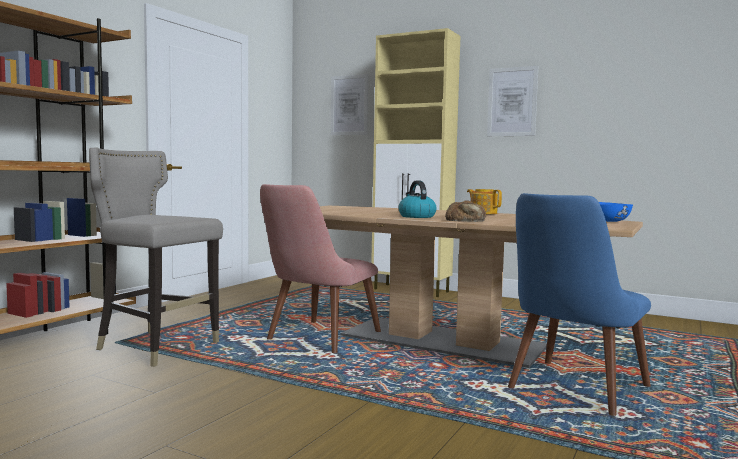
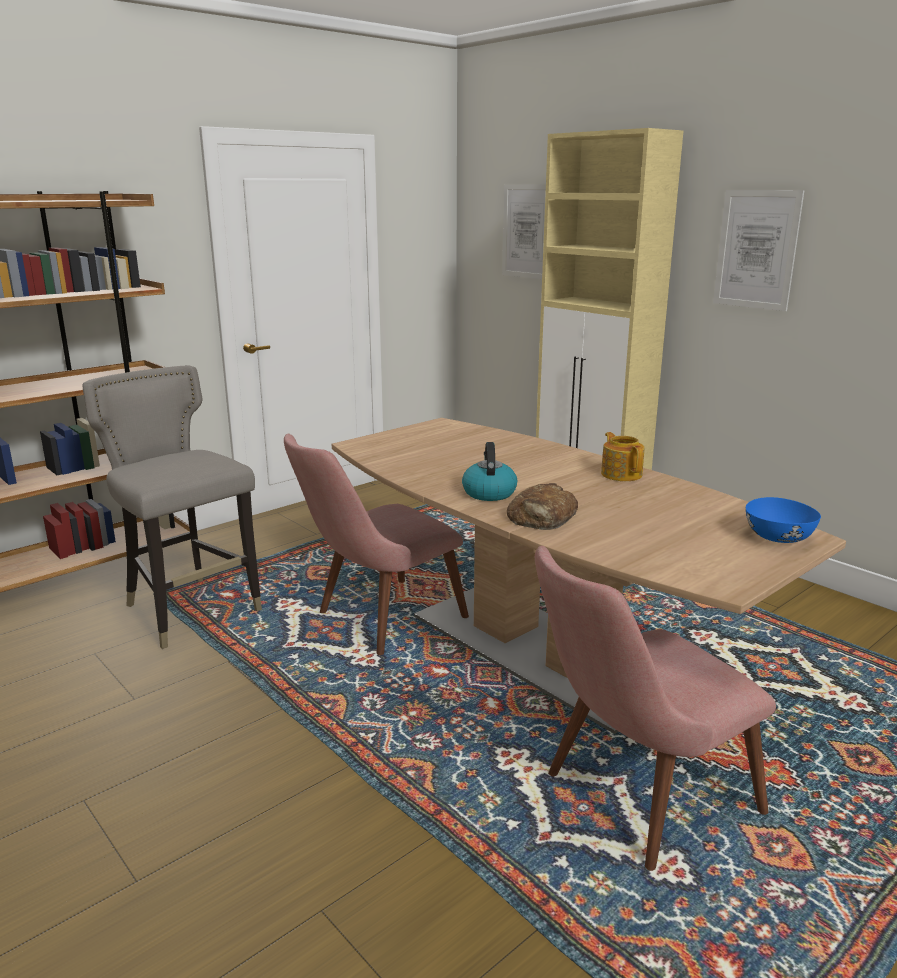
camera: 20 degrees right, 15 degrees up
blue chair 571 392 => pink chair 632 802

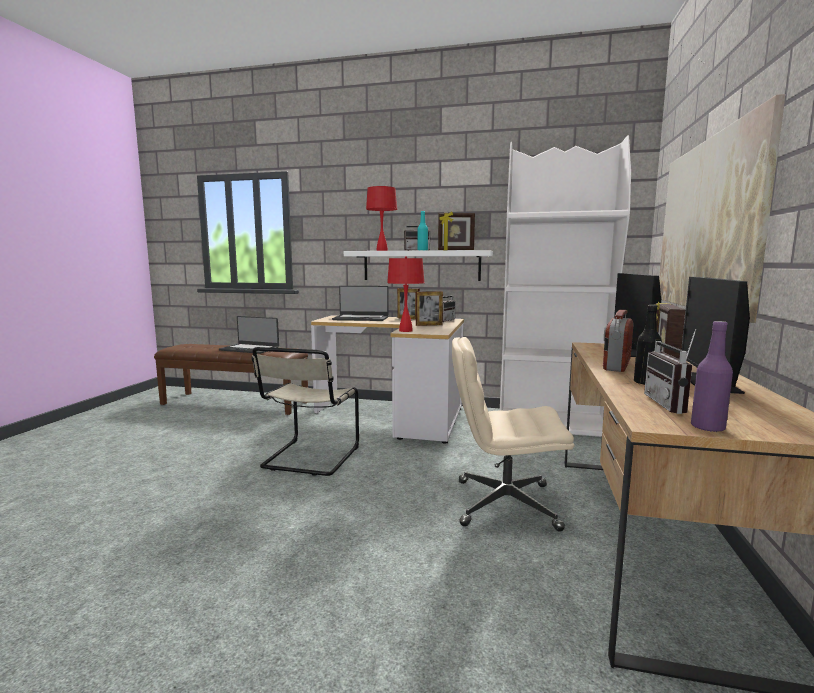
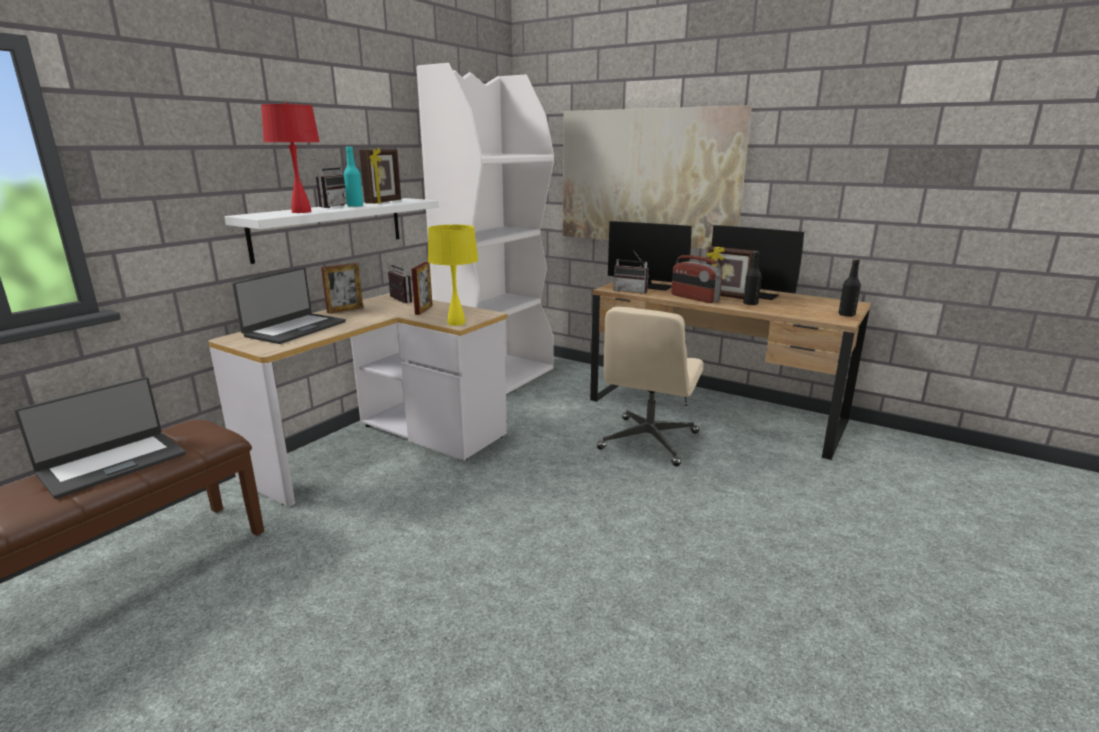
camera: 70 degrees left, 10 degrees up
red table lamp 406 331 => yellow table lamp 456 323
radio 673 405 => radio 632 291, move
purple bottle 707 428 => black bottle 846 315
beige chair 309 458 => nothing

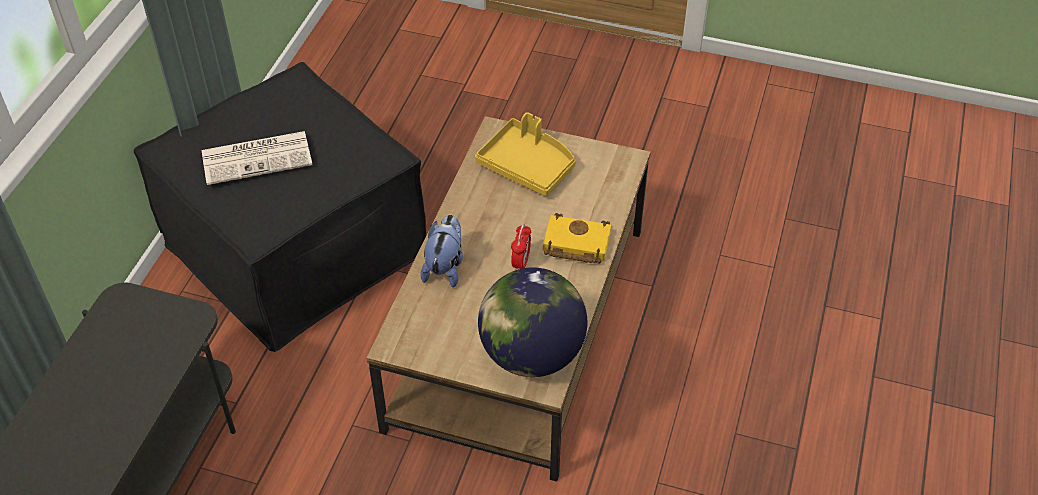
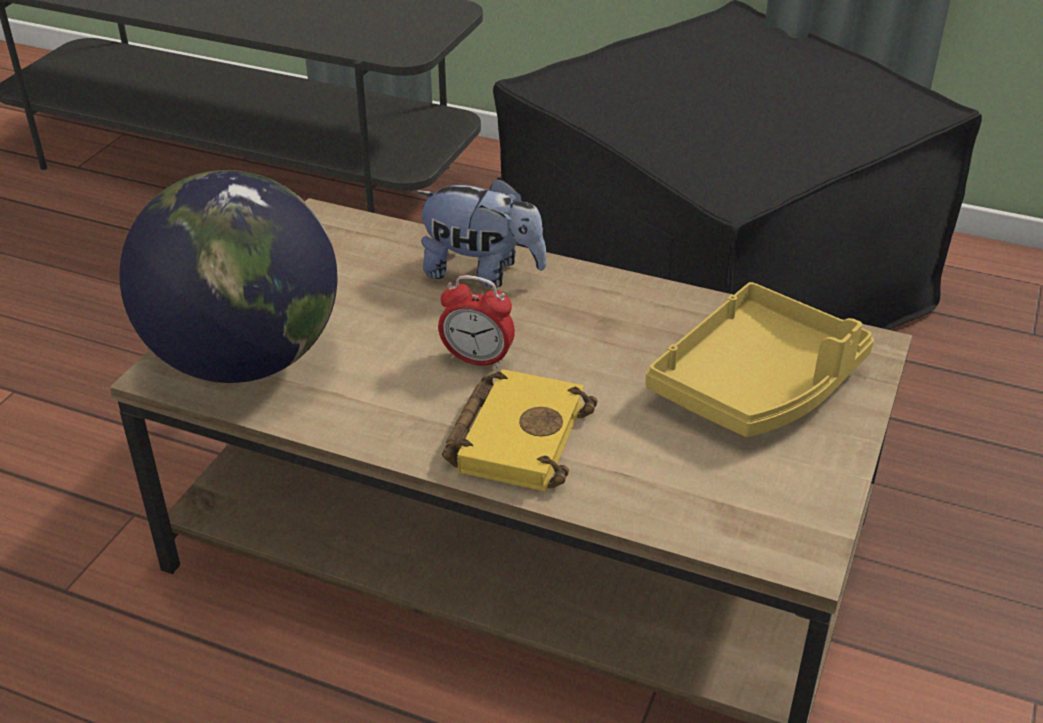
camera: 95 degrees right, 10 degrees down
newspaper 258 157 => nothing

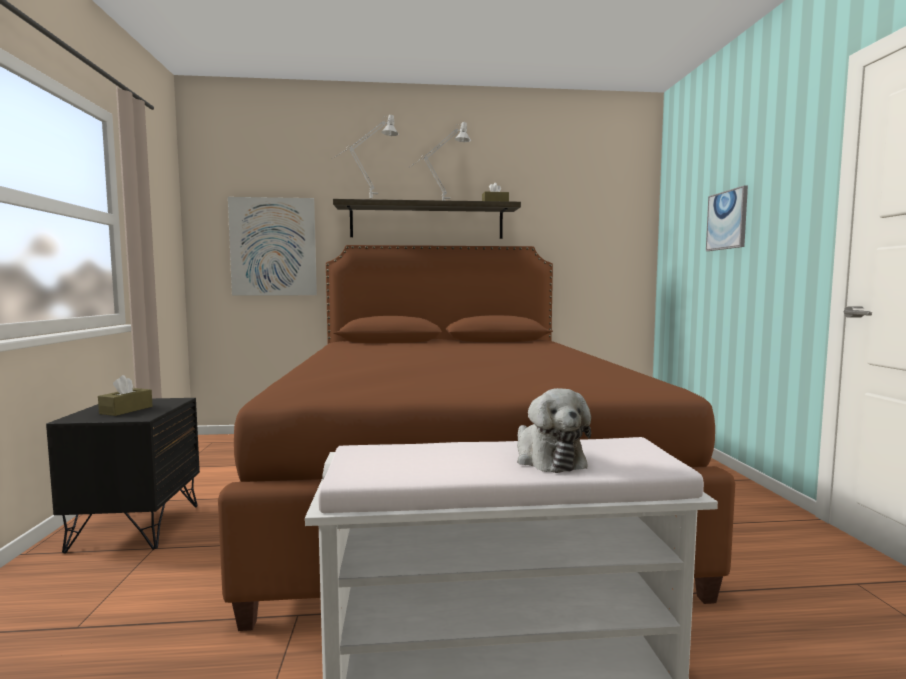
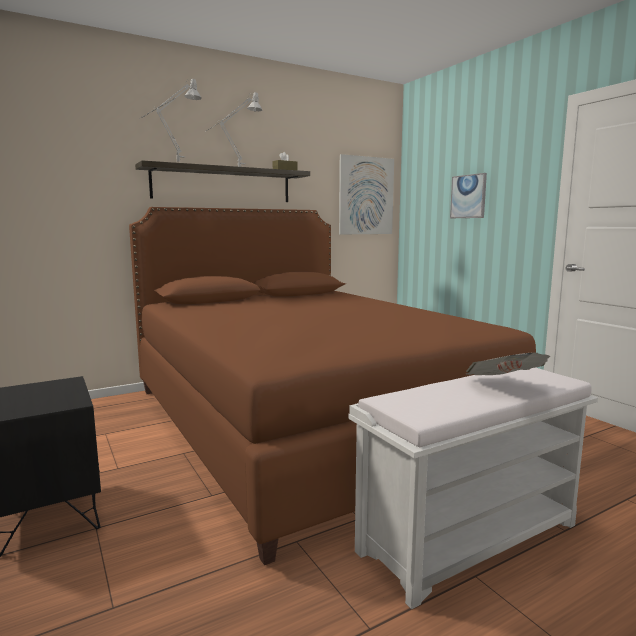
camera: 25 degrees left, 5 degrees up
picture 273 247 => picture 366 196, move
plush toy 547 458 => newspaper 503 386
brown tissue box 126 410 => nothing

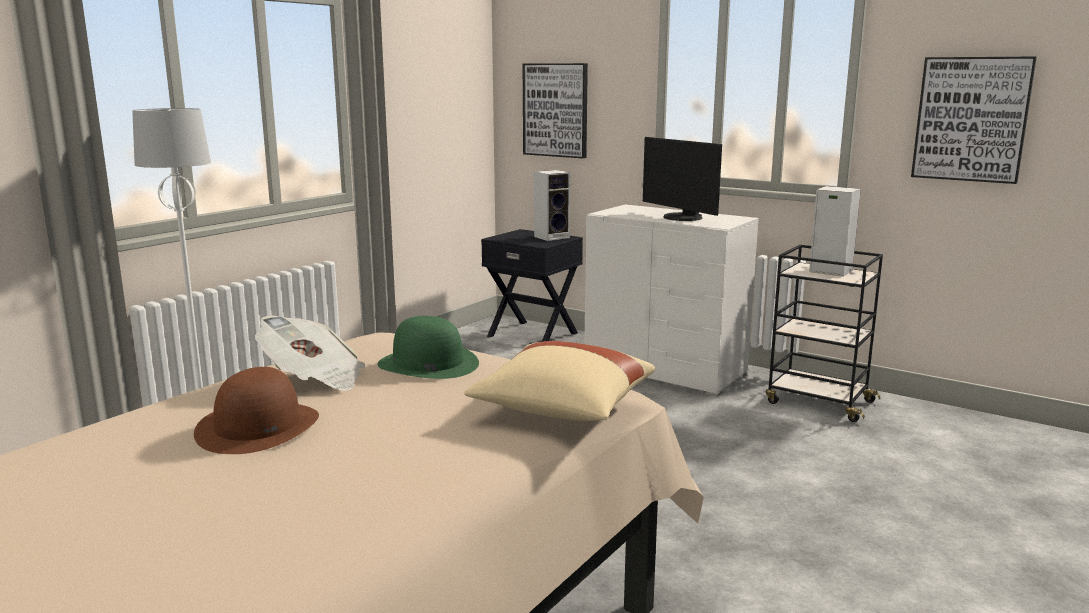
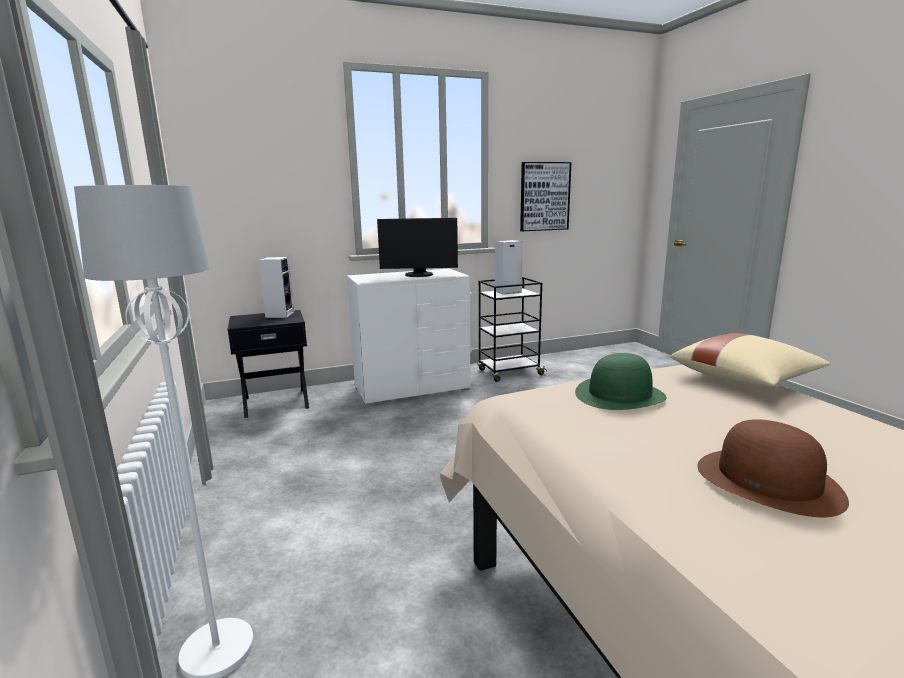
camera: 55 degrees left, 0 degrees up
newspaper 314 379 => nothing
picture 556 110 => nothing

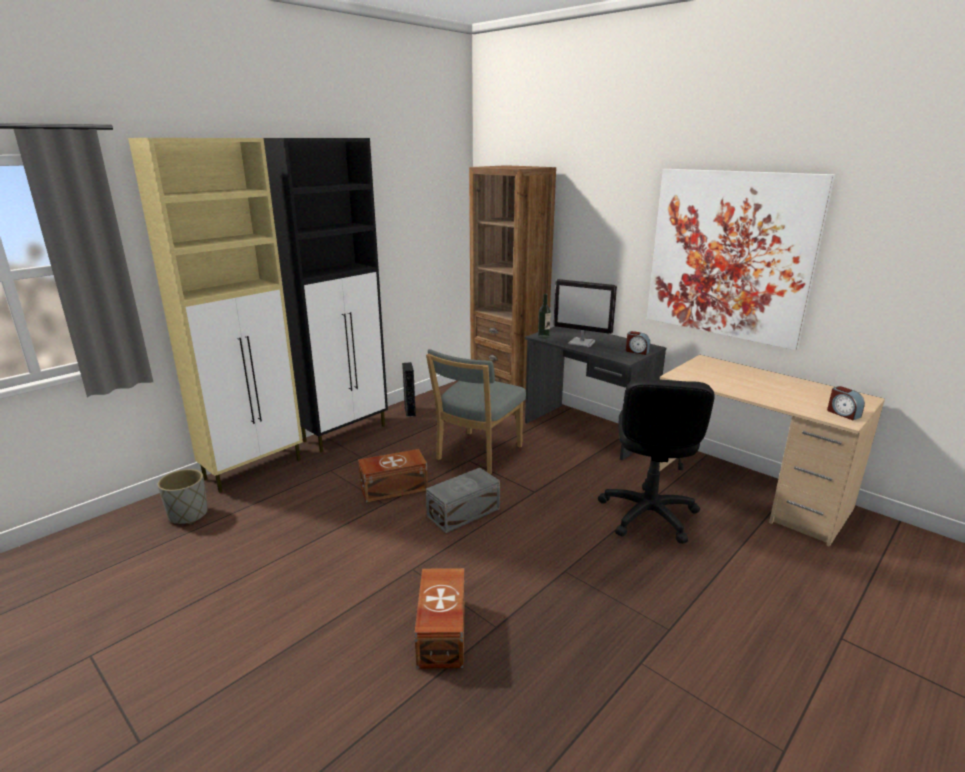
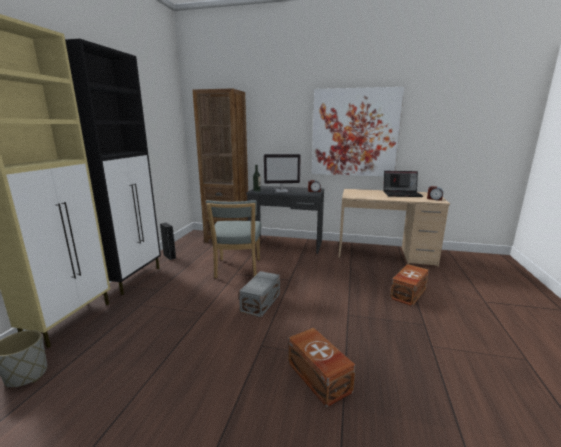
camera: 30 degrees left, 5 degrees down
nothing => laptop 402 194
brown storage box 392 488 => brown storage box 407 293, move
black office chair 648 515 => nothing

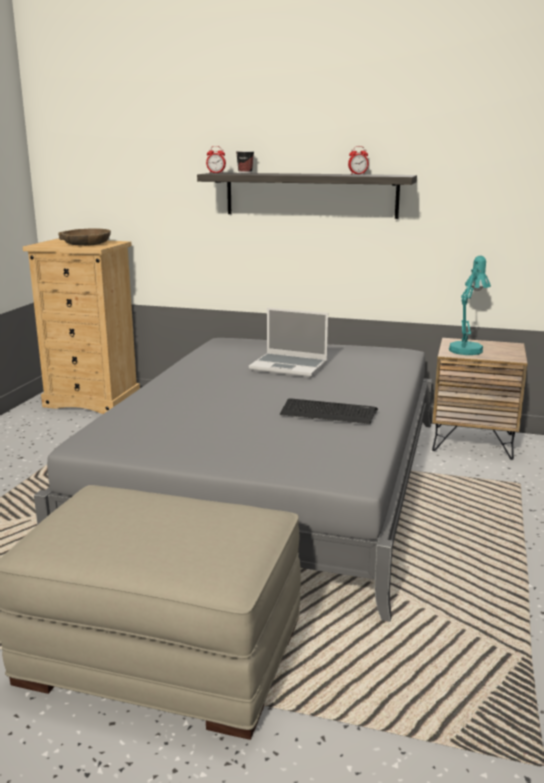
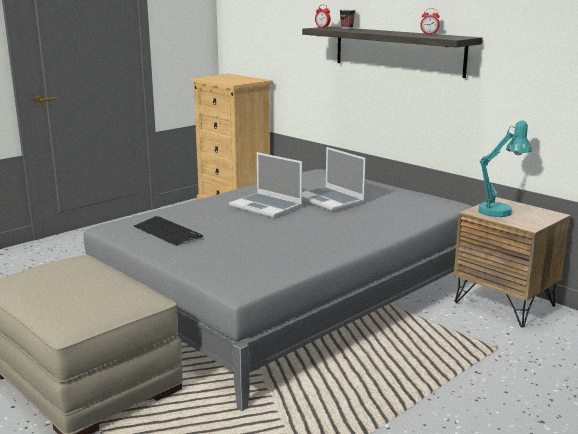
camera: 30 degrees right, 0 degrees up
keyboard 328 413 => keyboard 168 232, move
nothing => laptop 267 206
brown bowl 86 244 => nothing

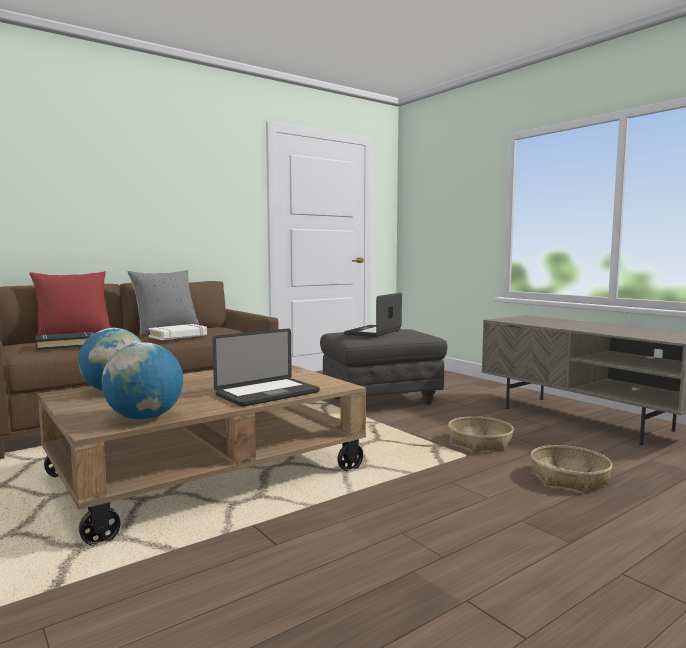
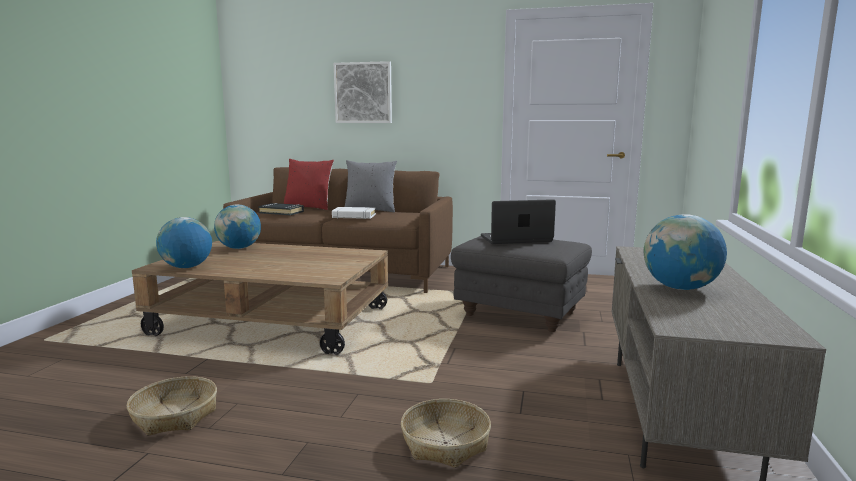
camera: 50 degrees right, 5 degrees up
basket 480 442 => basket 175 415, move
nothing => picture 363 93
nothing => globe 680 288
laptop 267 394 => nothing

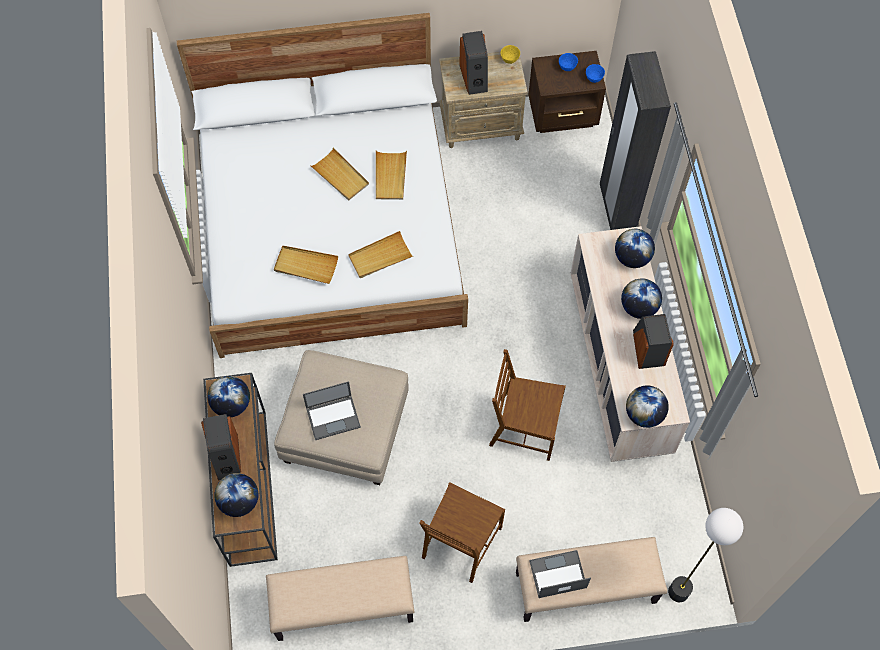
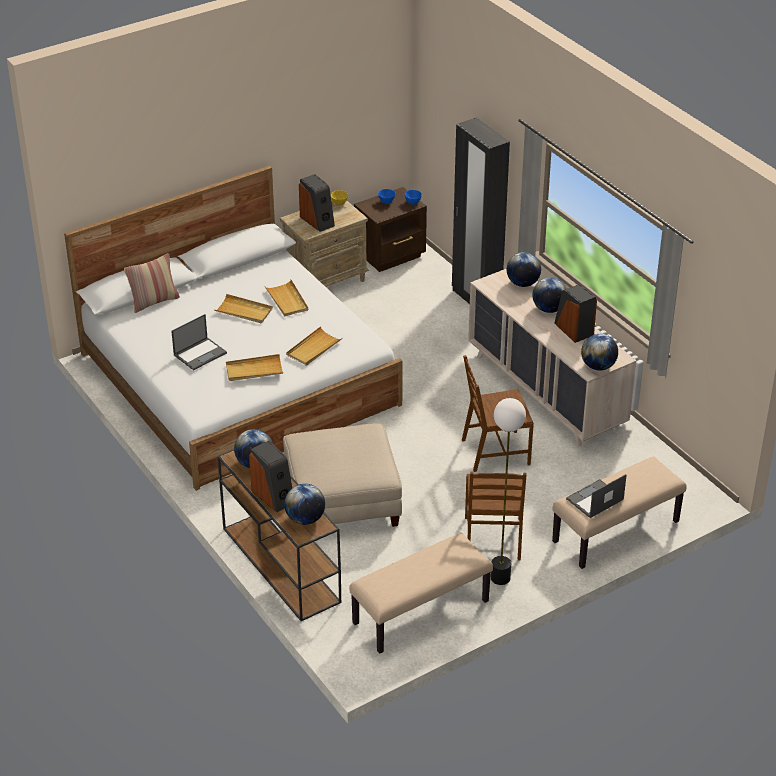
camera: 25 degrees left, 25 degrees down
nothing => pillow 154 302
laptop 333 417 => laptop 200 354, move
floor lamp 678 592 => floor lamp 500 578, move

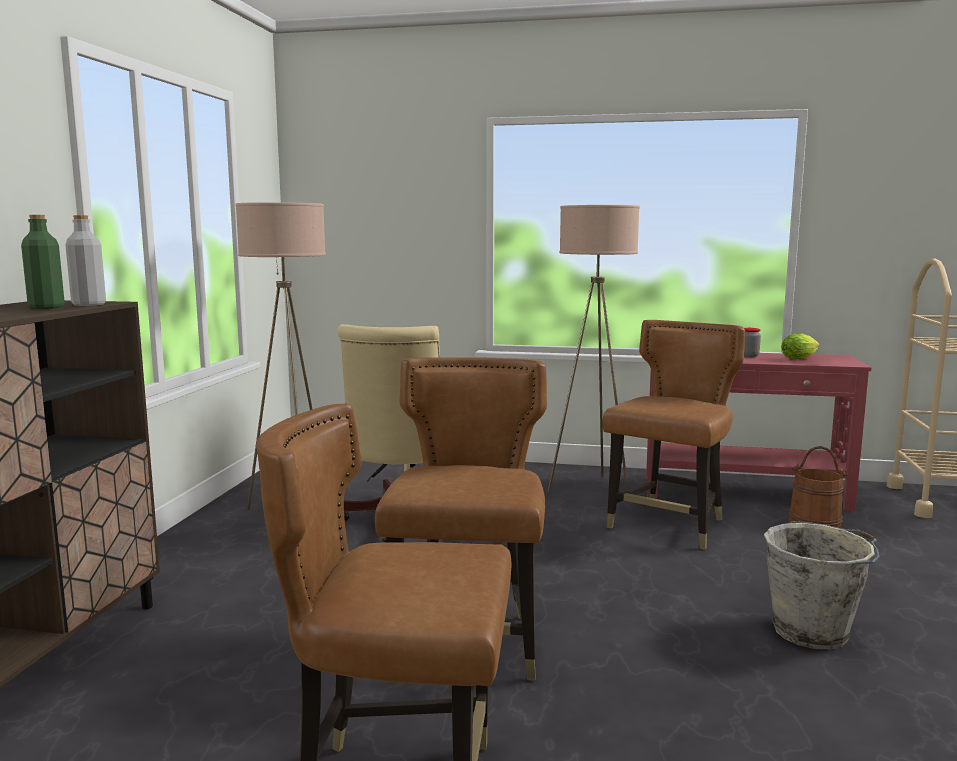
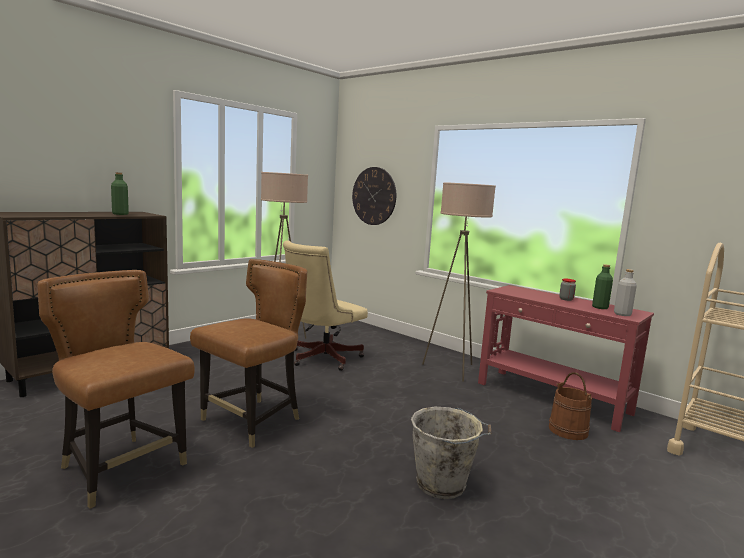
camera: 30 degrees right, 0 degrees up
nothing => wall clock 374 196
lettuce 800 359 => green bottle 600 307
grey bottle 89 304 => grey bottle 622 314, move
brown chair 670 525 => nothing

